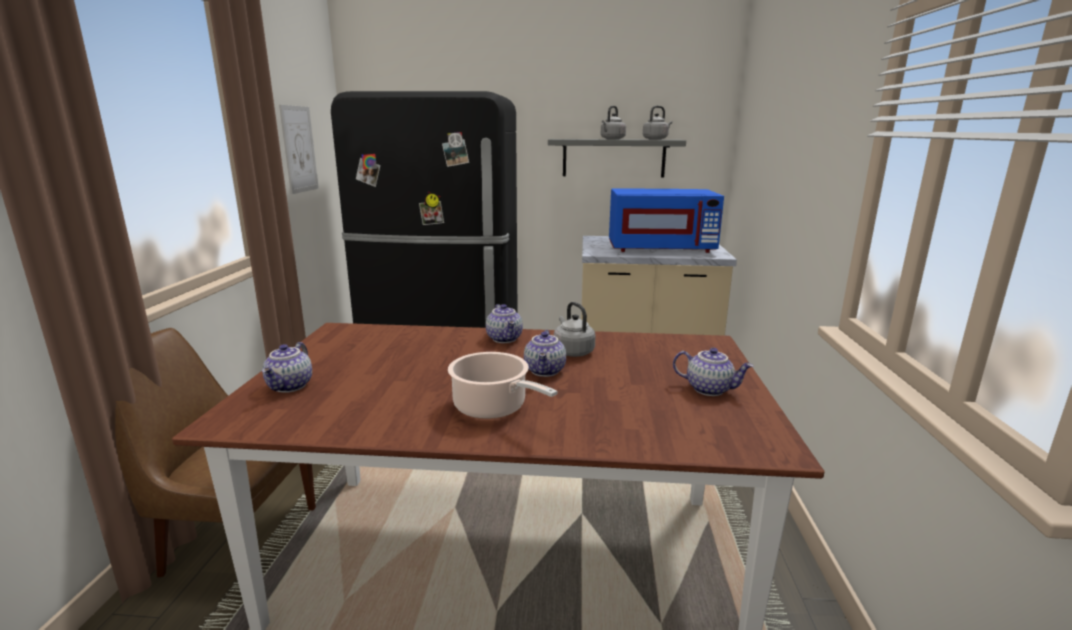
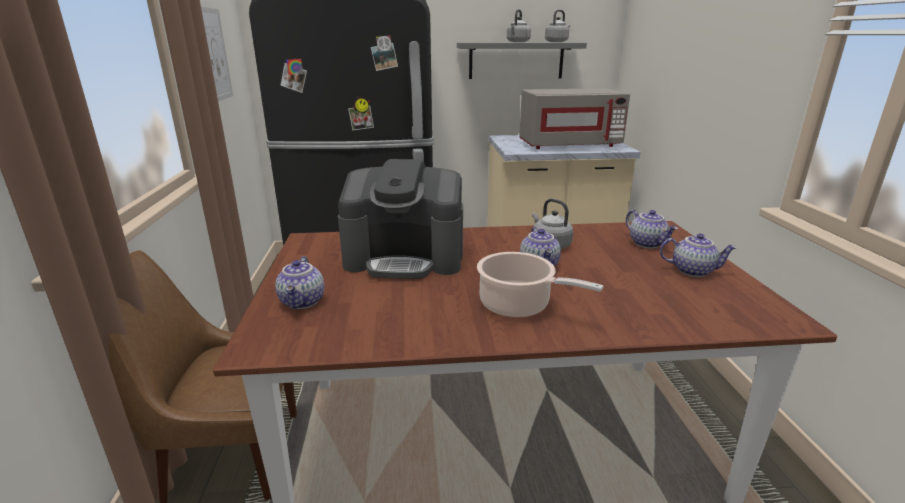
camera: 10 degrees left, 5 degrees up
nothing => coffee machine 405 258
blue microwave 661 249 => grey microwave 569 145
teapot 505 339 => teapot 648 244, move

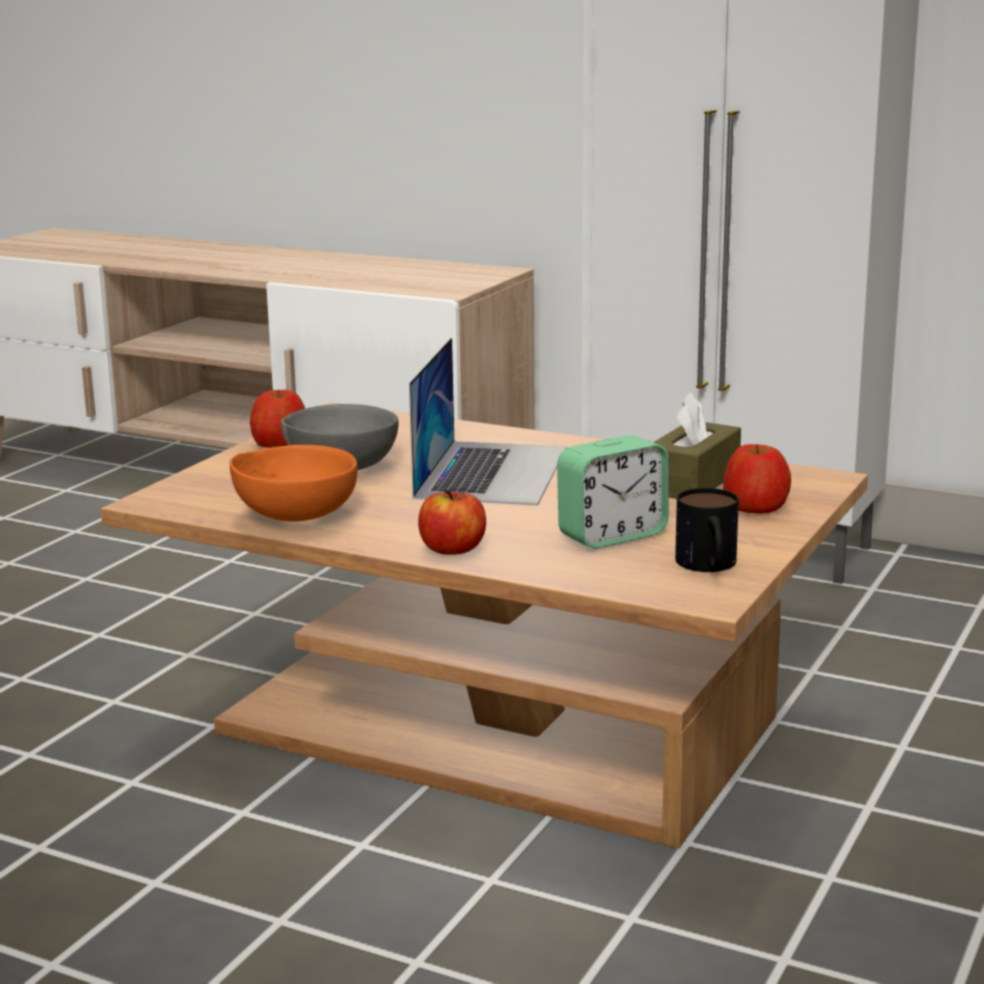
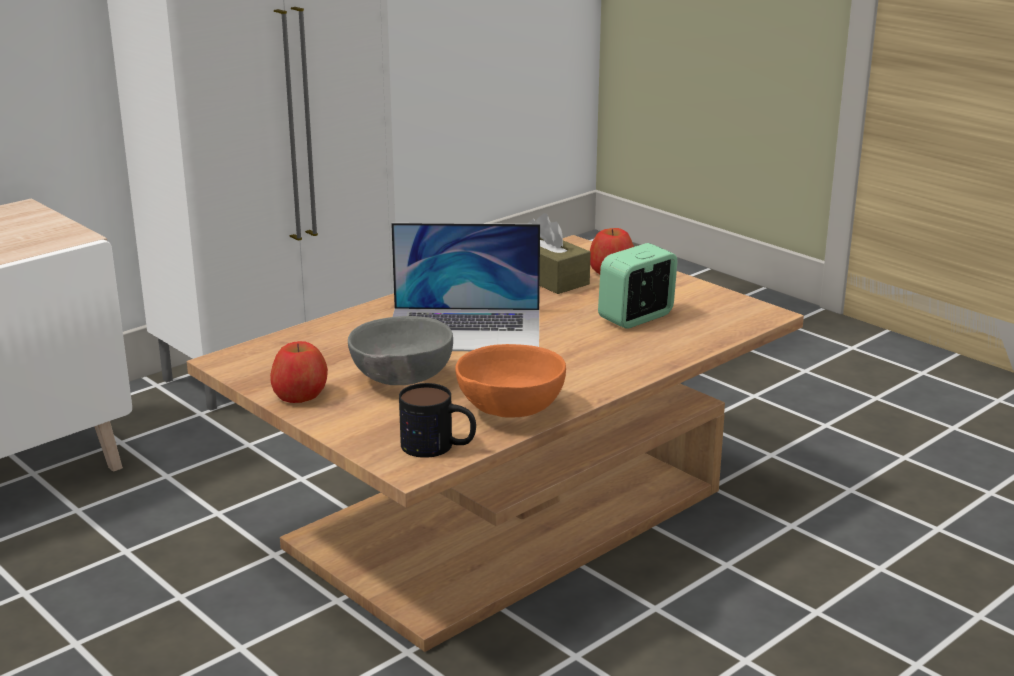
camera: 70 degrees left, 5 degrees up
laptop 492 472 => laptop 465 329, 150 degrees clockwise
mug 708 566 => mug 438 447, move
alarm clock 612 535 => alarm clock 636 317, 120 degrees counterclockwise
apple 452 549 => nothing

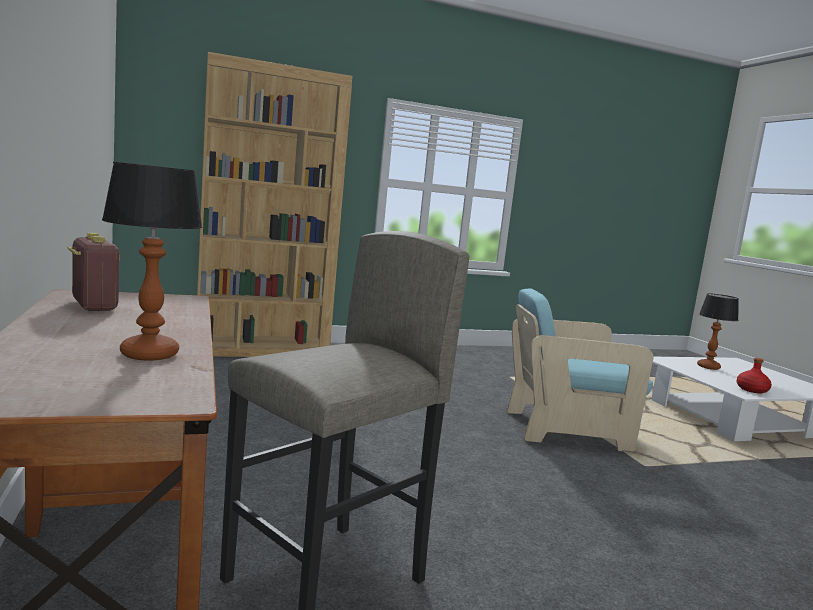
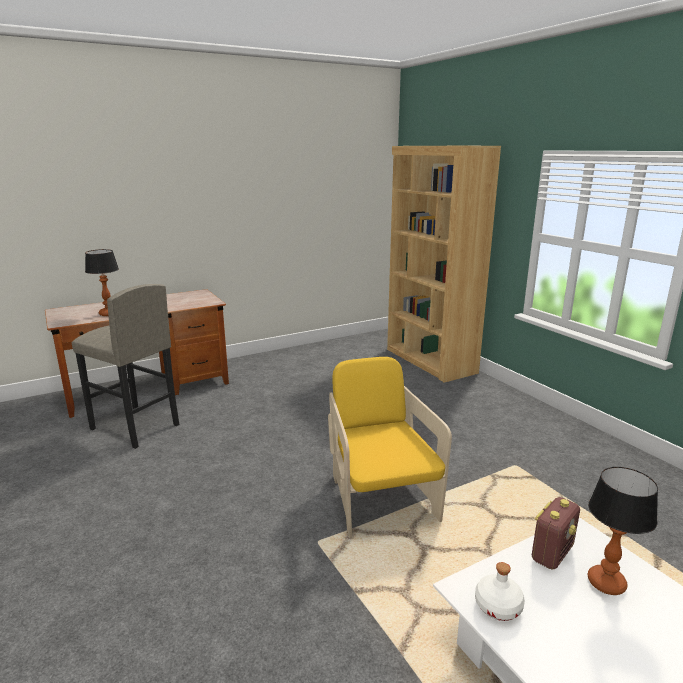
camera: 80 degrees right, 10 degrees up
turquoise armchair 567 429 => yellow armchair 380 499
red bottle 752 390 => white bottle 498 607
radio 94 305 => radio 552 553, move

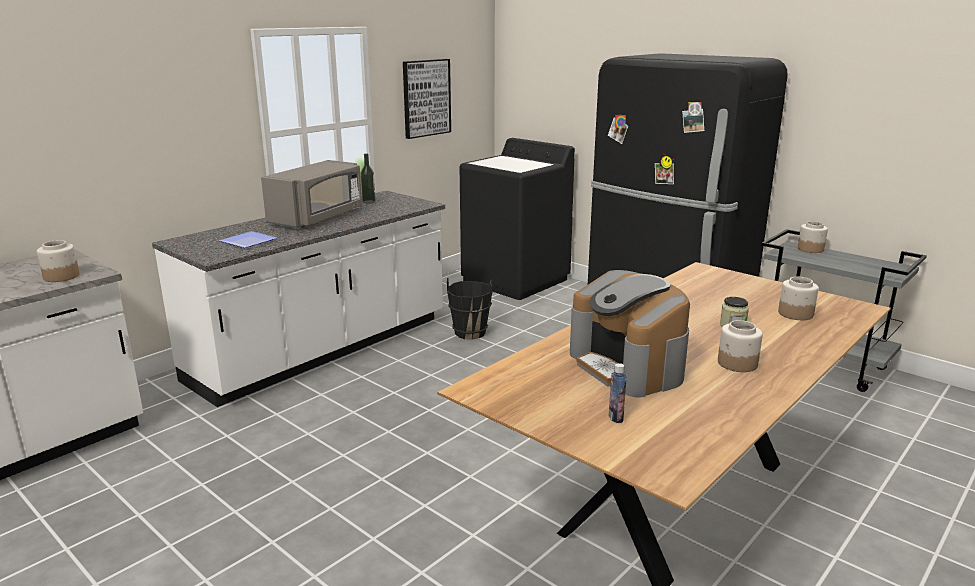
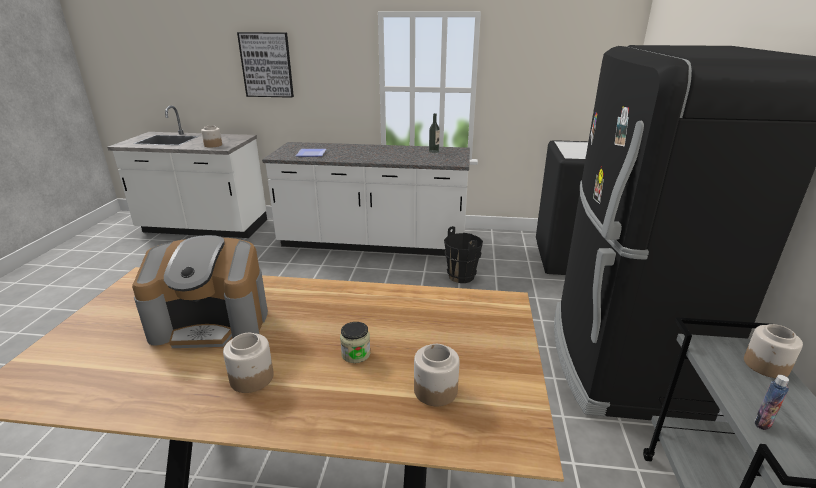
camera: 55 degrees right, 5 degrees up
coffee machine 628 366 => coffee machine 212 322, 120 degrees counterclockwise
picture 426 98 => picture 266 65, move
bottle 615 417 => bottle 762 423, move
grey microwave 318 218 => nothing

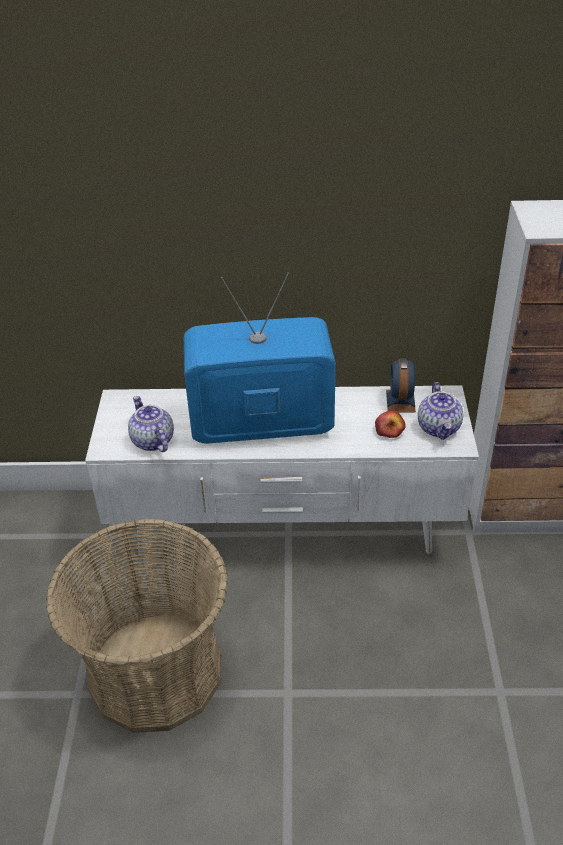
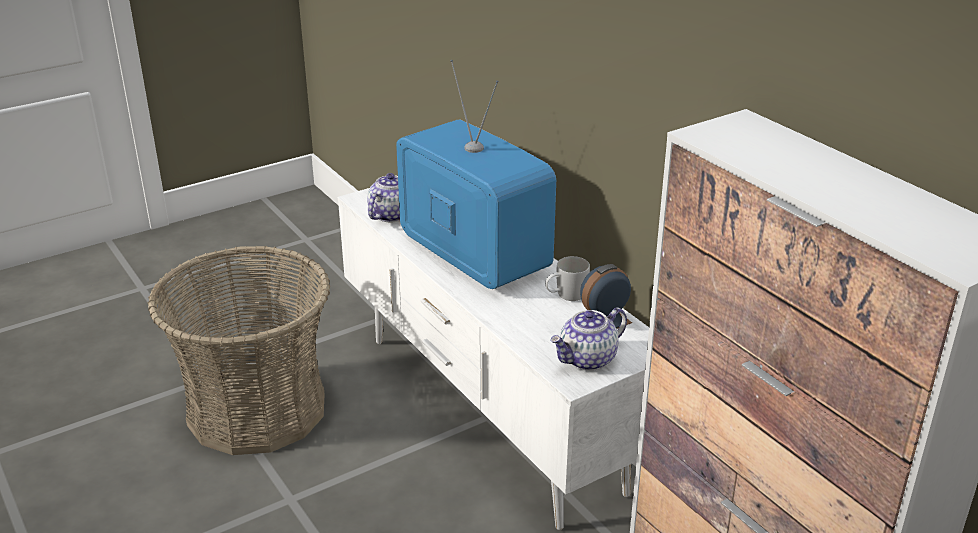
camera: 55 degrees right, 10 degrees down
nothing => white mug 566 295
apple 389 430 => nothing

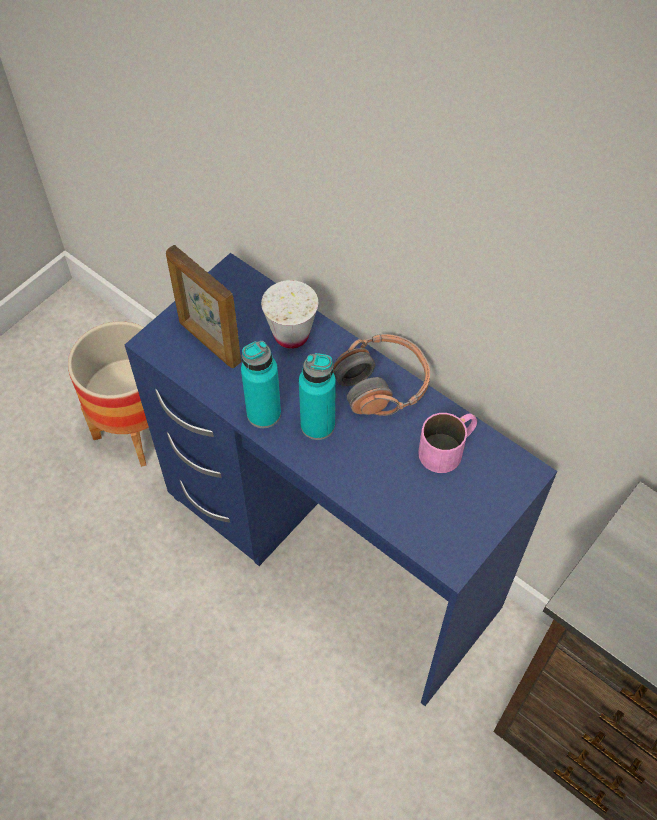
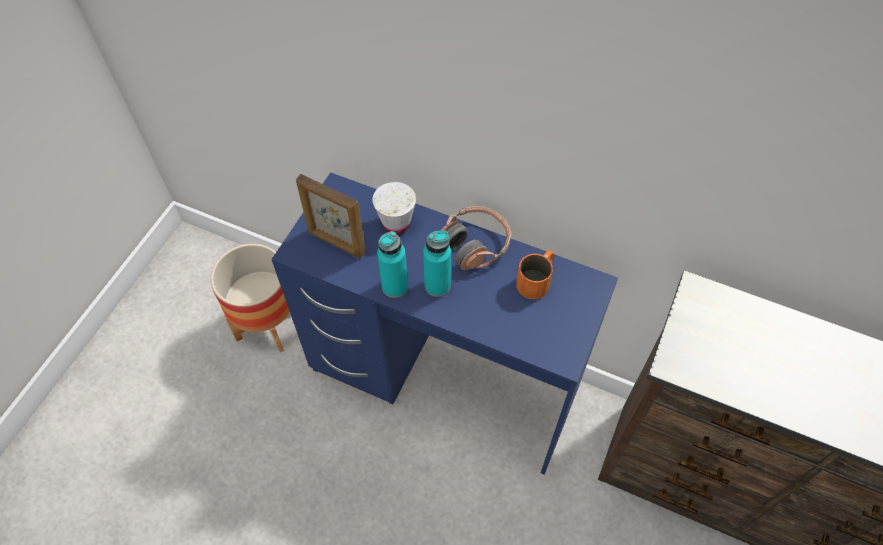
camera: 15 degrees left, 0 degrees up
pink mug 448 447 => orange mug 537 279

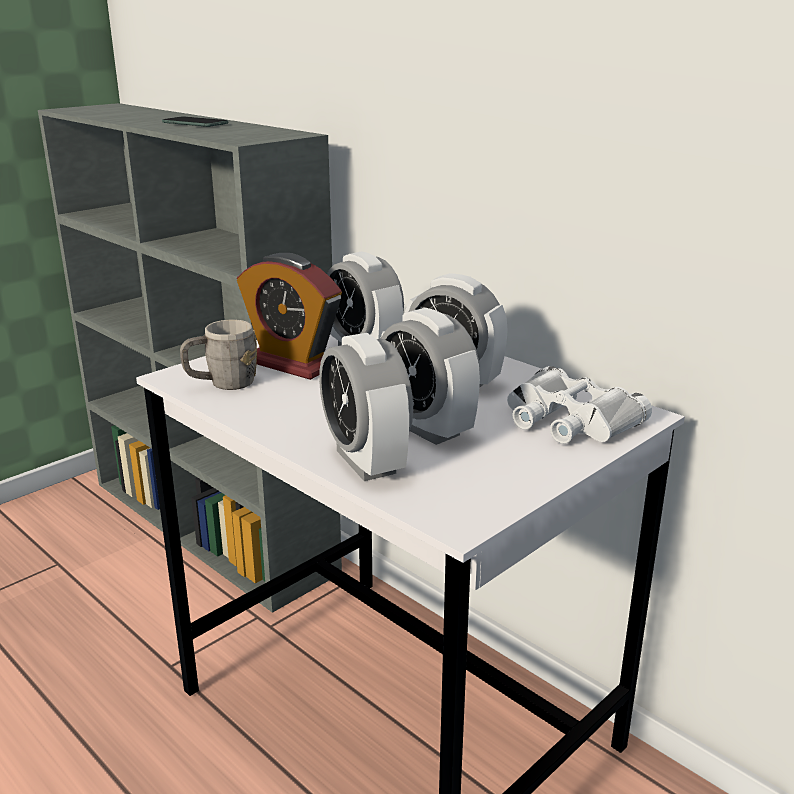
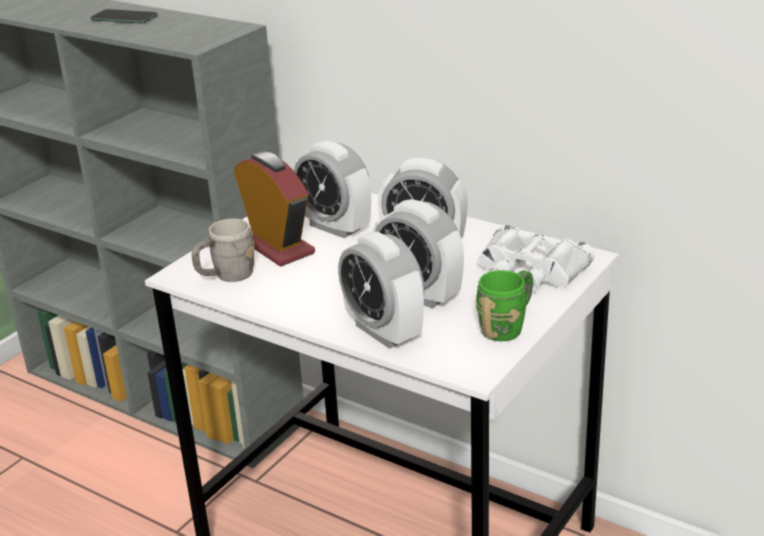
camera: 10 degrees left, 5 degrees up
alarm clock 292 363 => alarm clock 277 247, 150 degrees counterclockwise
nothing => green mug 507 326

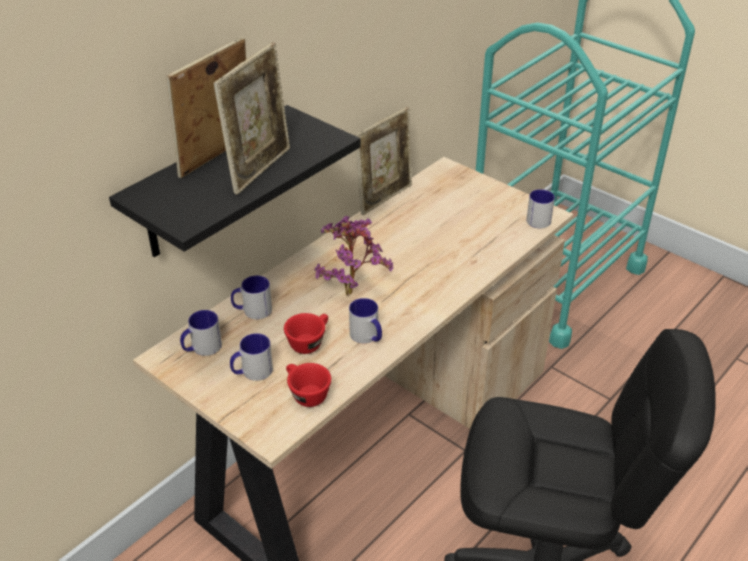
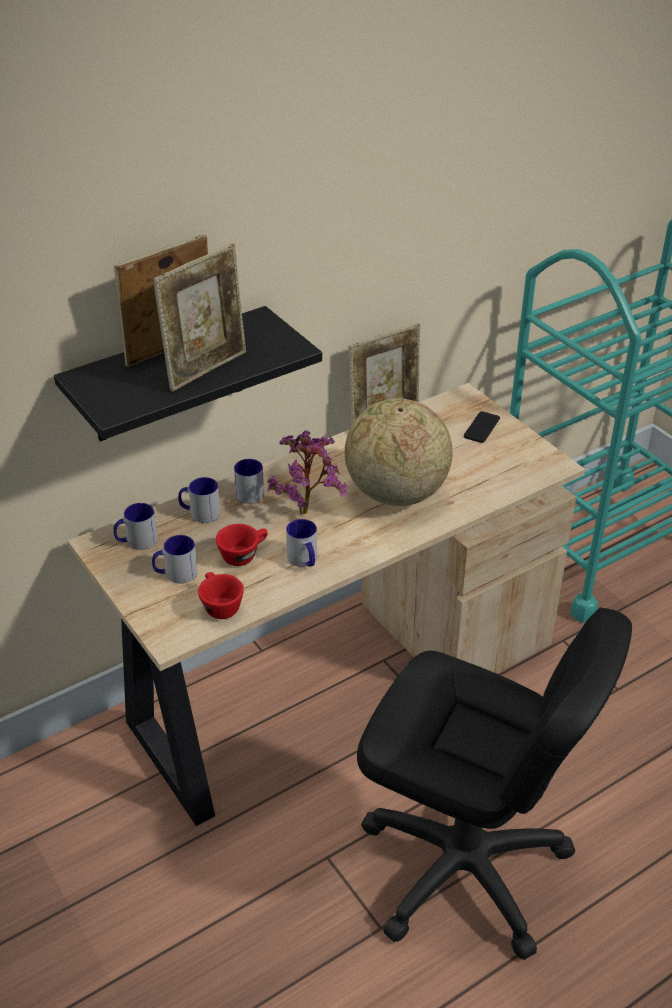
camera: 15 degrees right, 0 degrees up
mug 537 218 => mug 251 491, move
nothing => globe 395 493
nothing => phone 481 427

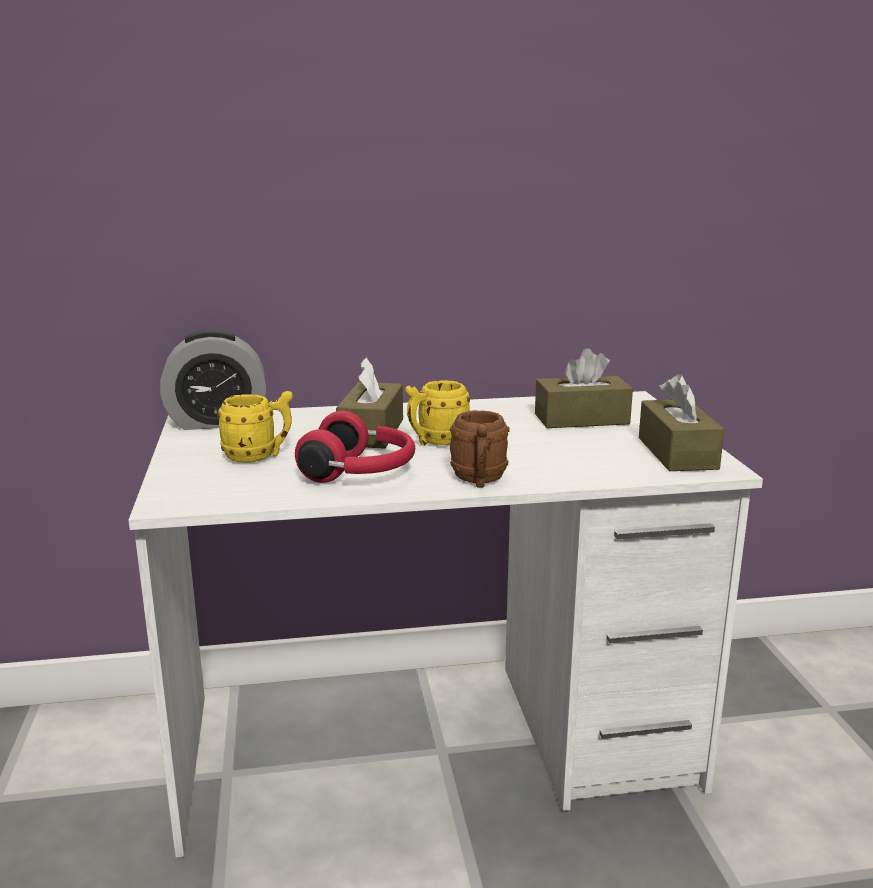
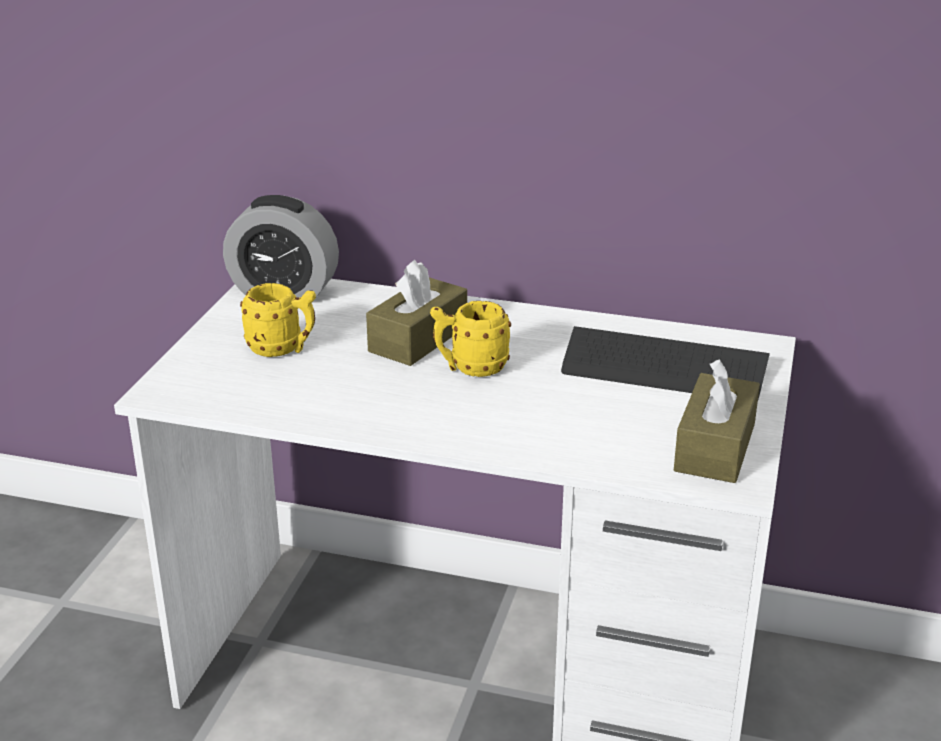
camera: 25 degrees right, 10 degrees up
brown tissue box 581 419 => keyboard 663 368
red headphones 360 472 => nothing
brown mug 479 480 => nothing

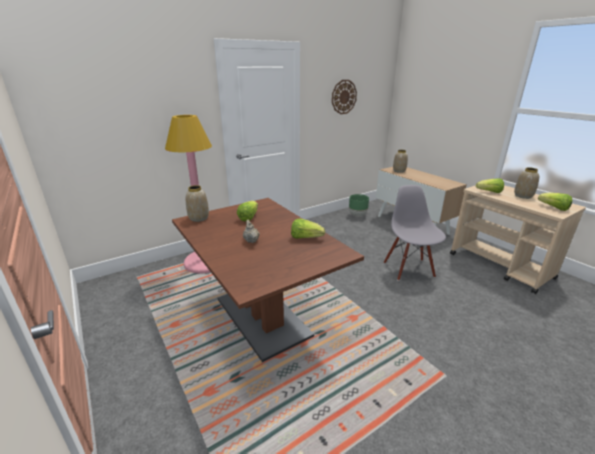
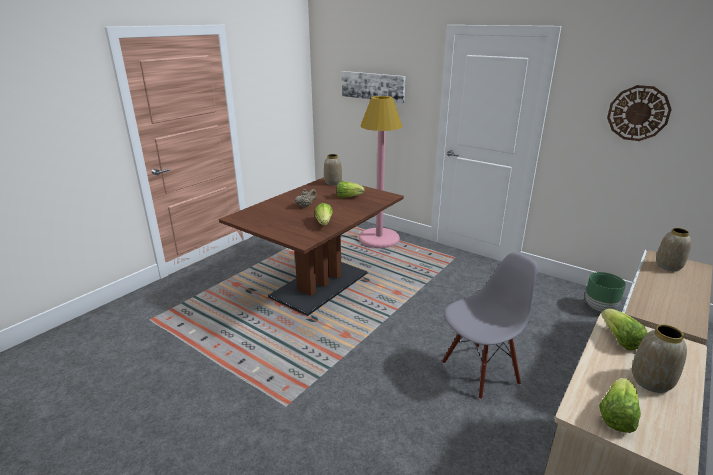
camera: 70 degrees right, 0 degrees up
nothing => picture 373 86

